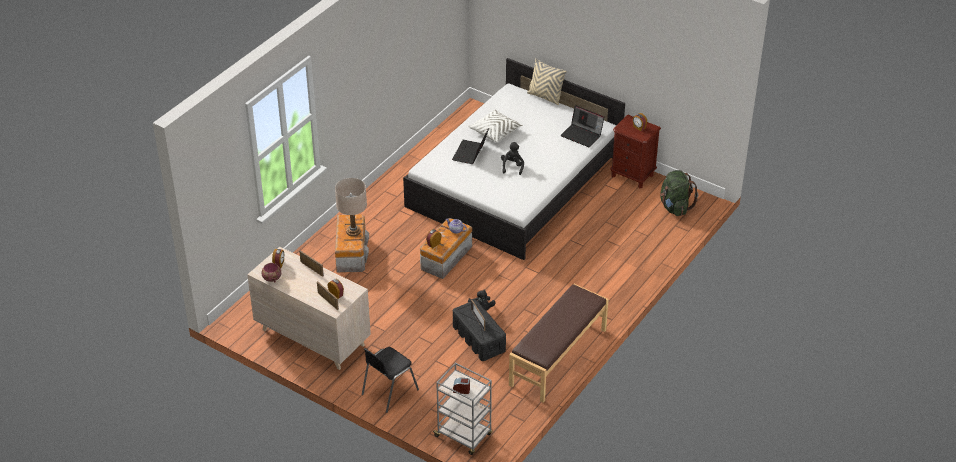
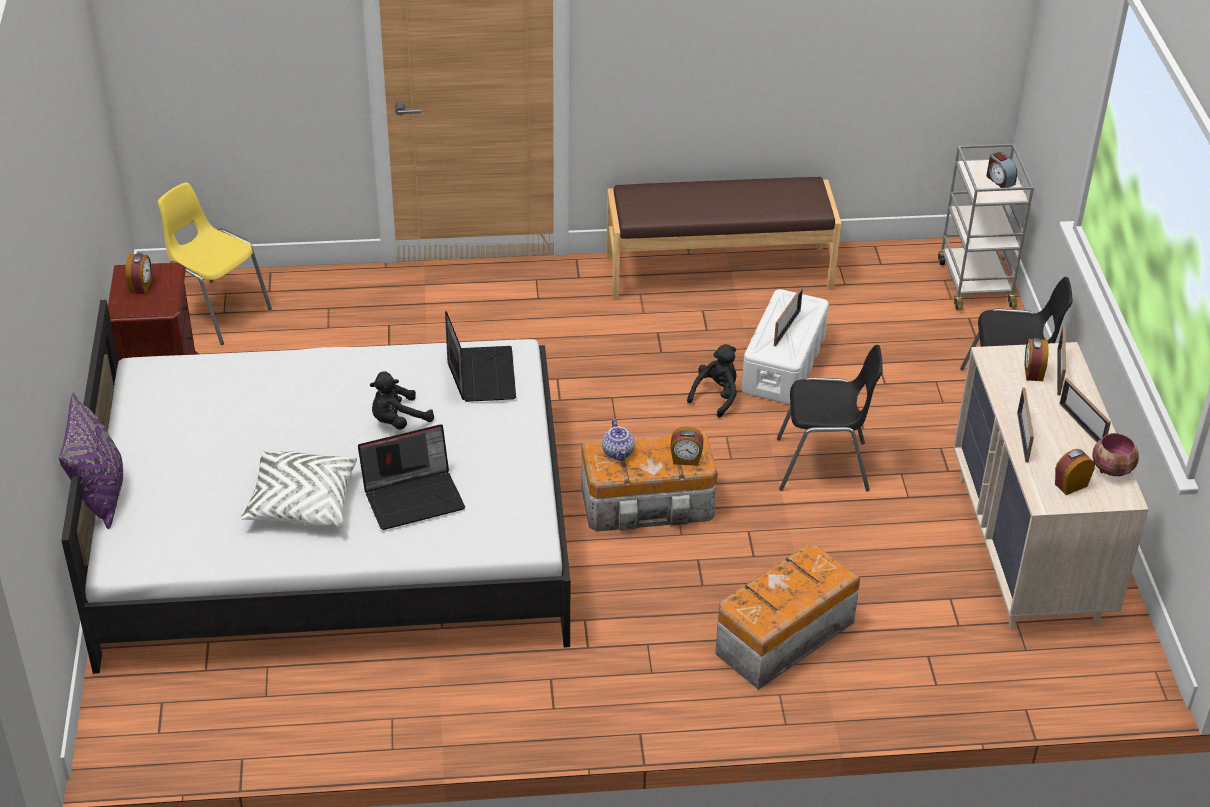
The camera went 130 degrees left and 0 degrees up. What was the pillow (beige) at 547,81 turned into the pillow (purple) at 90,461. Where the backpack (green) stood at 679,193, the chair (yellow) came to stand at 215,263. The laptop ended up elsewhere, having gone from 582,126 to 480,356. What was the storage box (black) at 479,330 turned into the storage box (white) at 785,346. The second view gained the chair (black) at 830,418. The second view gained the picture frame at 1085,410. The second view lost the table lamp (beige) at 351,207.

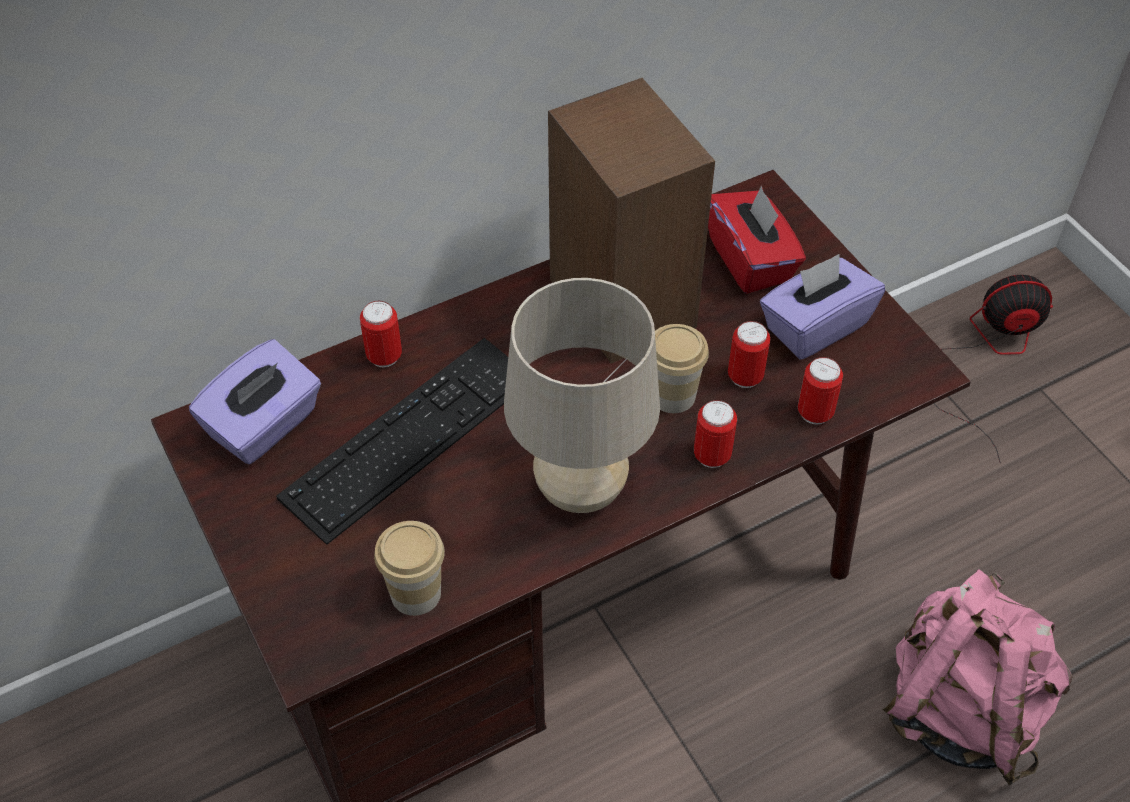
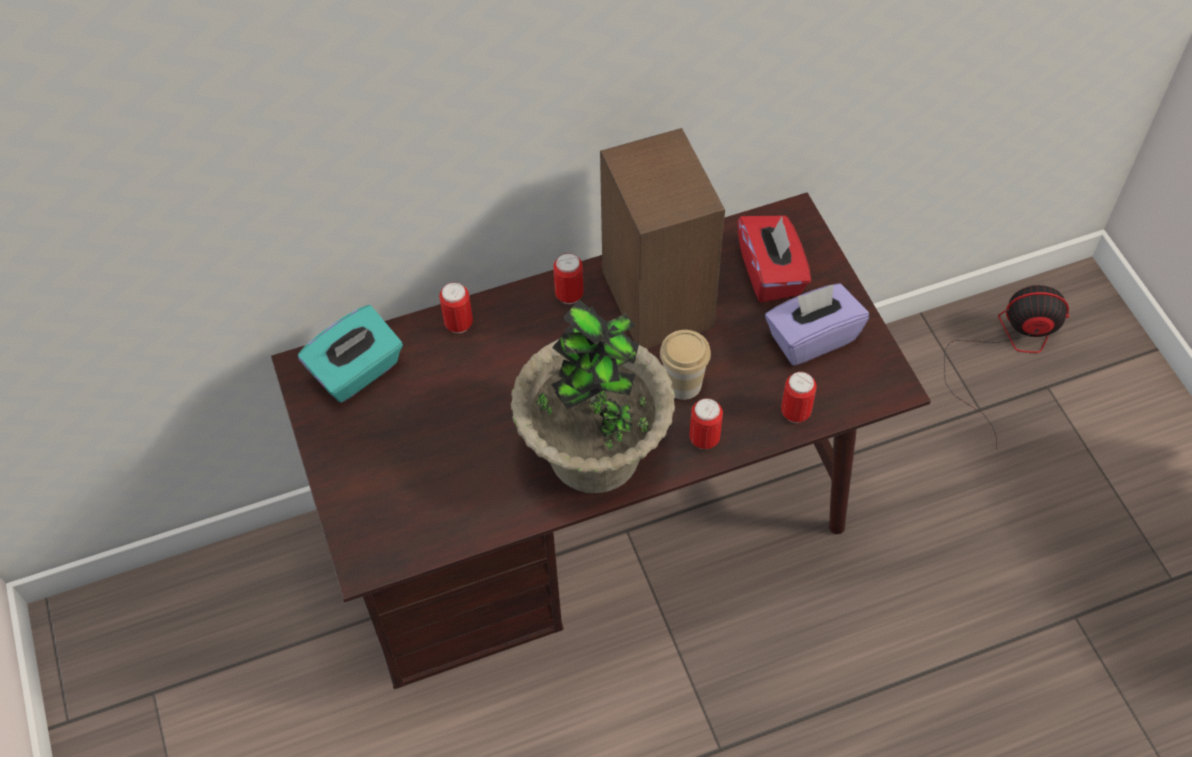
The camera went 10 degrees right and 5 degrees up. What was the tissue box (purple) at 255,401 turned into the tissue box (turquoise) at 350,353. Where the table lamp (beige) stood at 582,395, the potted plant came to stand at 593,396. The can ended up elsewhere, having gone from 749,354 to 568,278. The second view lost the keyboard at 392,441. The second view lost the cup at 409,568. The second view lost the backpack (pink) at 978,677.

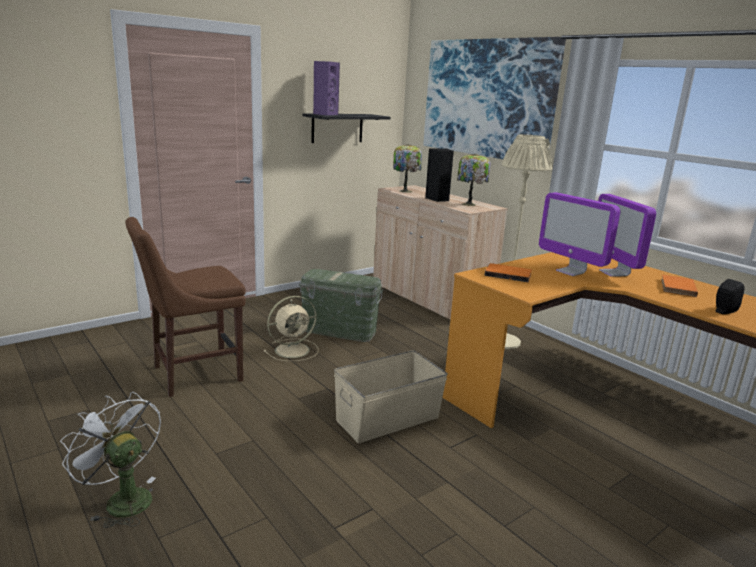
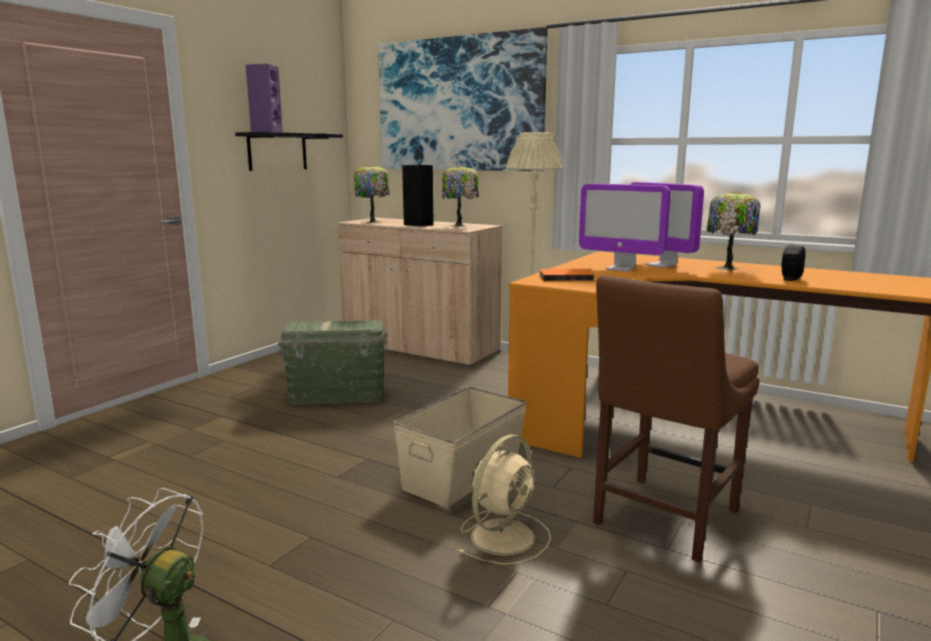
The camera went 20 degrees left and 5 degrees down. The fan (beige) ended up elsewhere, having gone from 291,329 to 504,499. The chair (brown) ended up elsewhere, having gone from 185,307 to 676,419. Where the book (orange) stood at 679,286, the table lamp came to stand at 733,230.

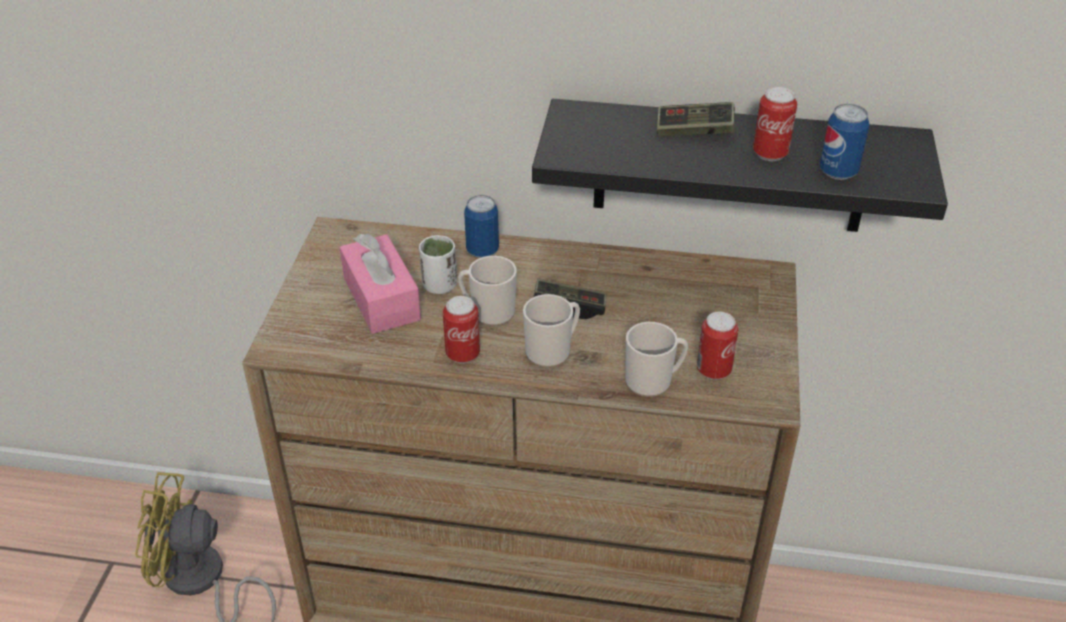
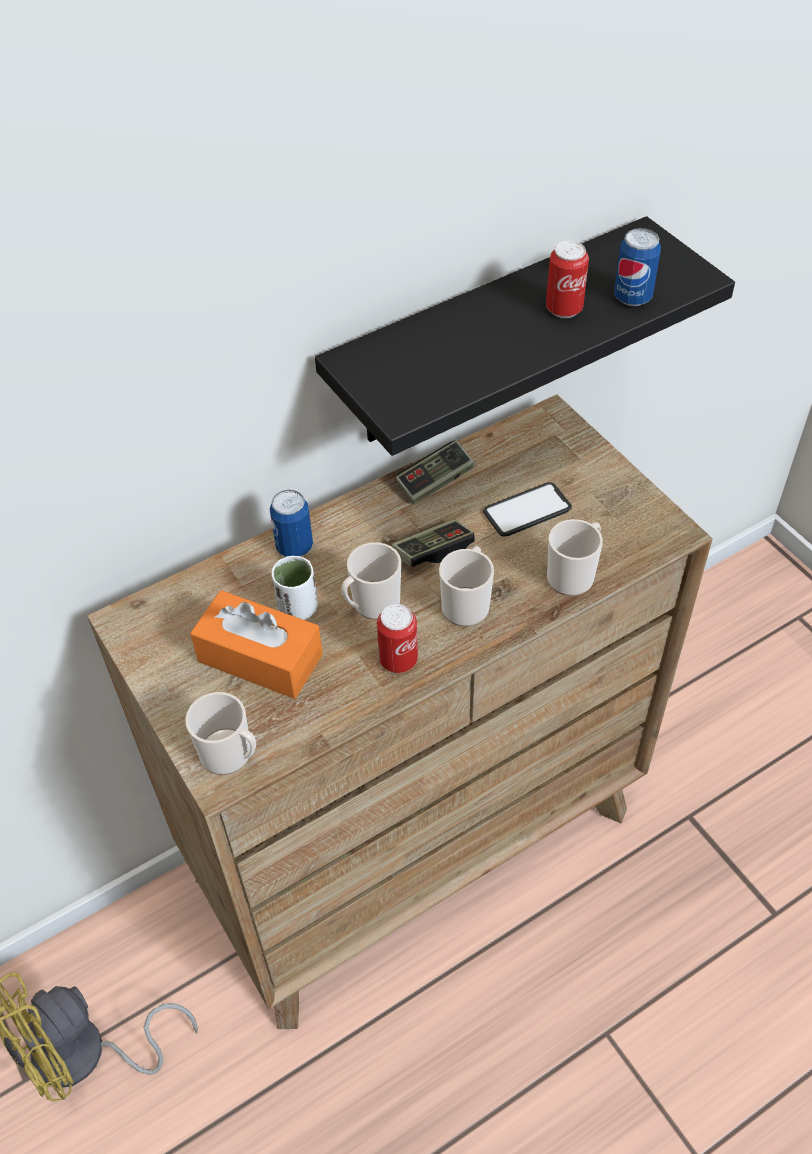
The camera went 40 degrees left and 10 degrees up. The second view gained the mug at 220,733. What was the tissue box (pink) at 380,283 turned into the tissue box (orange) at 256,644. The game controller ended up elsewhere, having gone from 696,119 to 435,472. The second view gained the phone at 527,509. The second view lost the can at 717,346.

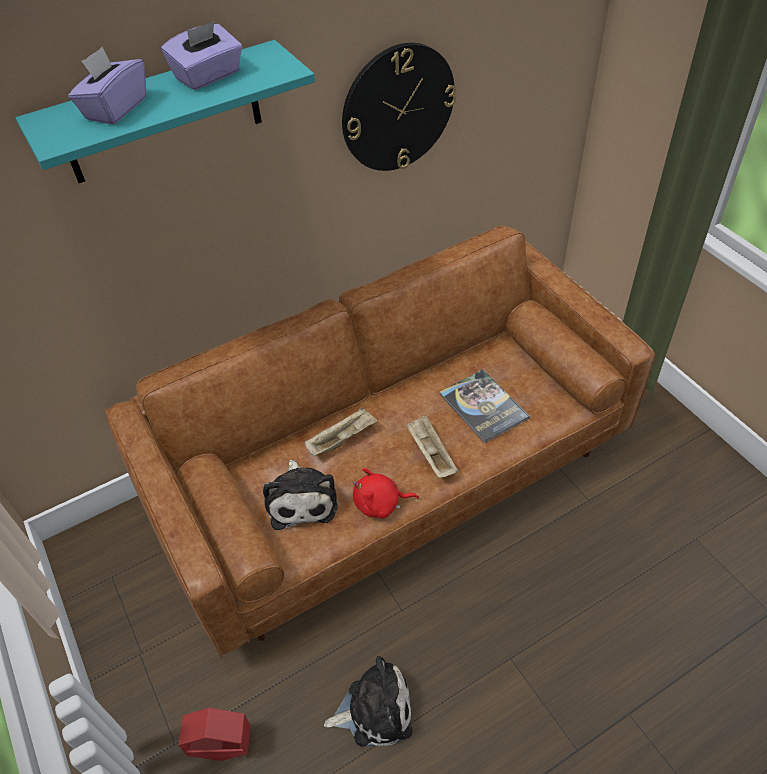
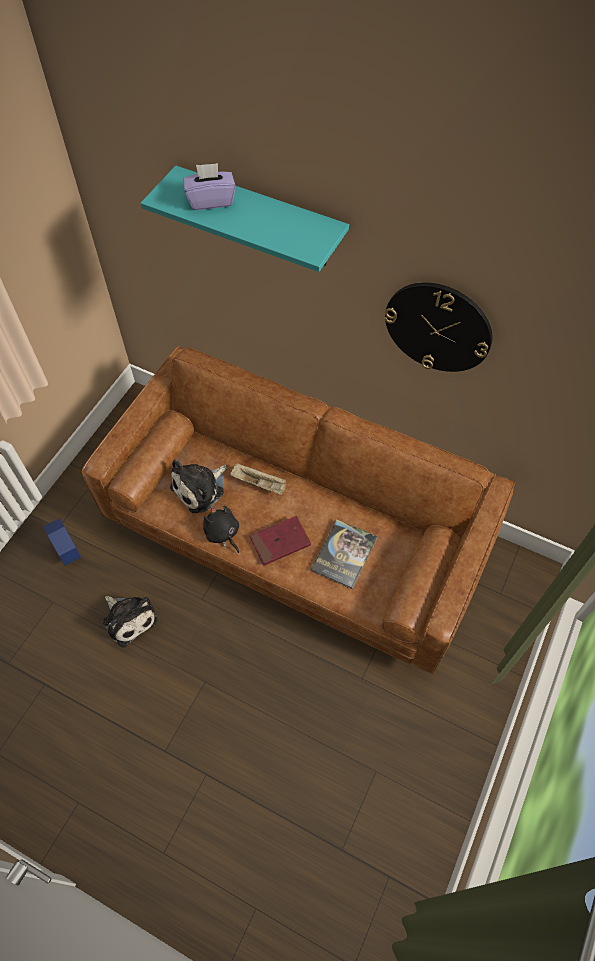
The camera went 55 degrees right and 10 degrees up. What was the planter (red) at 214,734 turned into the planter (blue) at 62,542. What was the plush toy (red) at 386,493 turned into the plush toy (black) at 221,529. Where the tray (beige) stood at 432,446, the book (red) came to stand at 280,541. The second view lost the tissue box (purple) at 201,55.

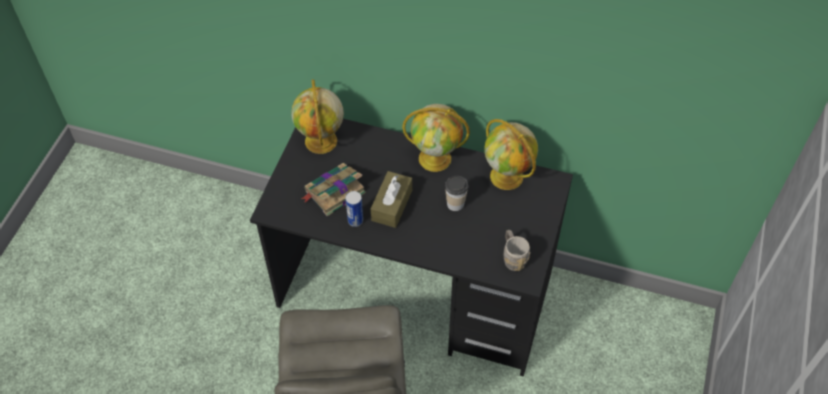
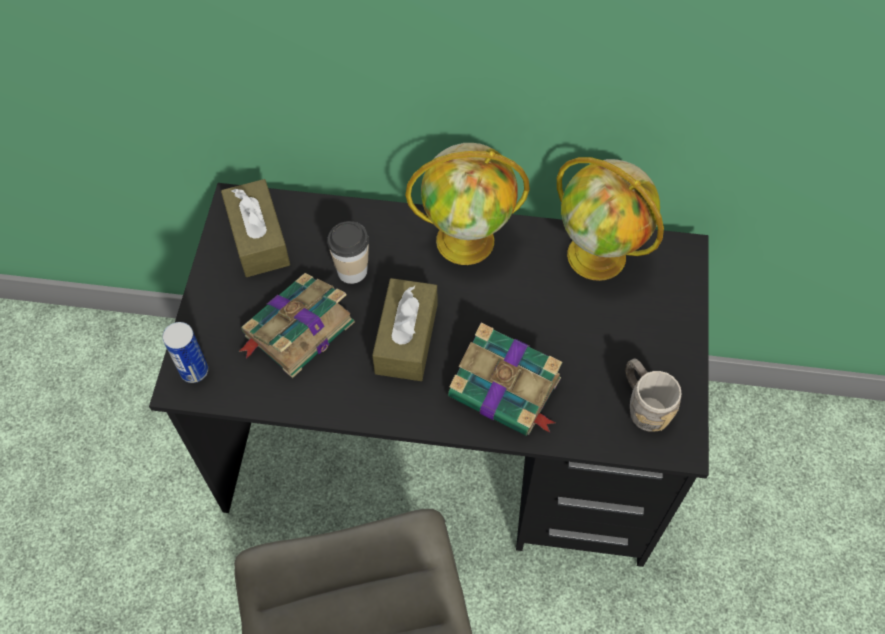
The camera went 10 degrees left and 5 degrees up. The can ended up elsewhere, having gone from 354,209 to 185,352. Where the globe stood at 317,116, the tissue box (brown) came to stand at 255,228. The cup ended up elsewhere, having gone from 456,193 to 348,252. The second view gained the book at 505,379.

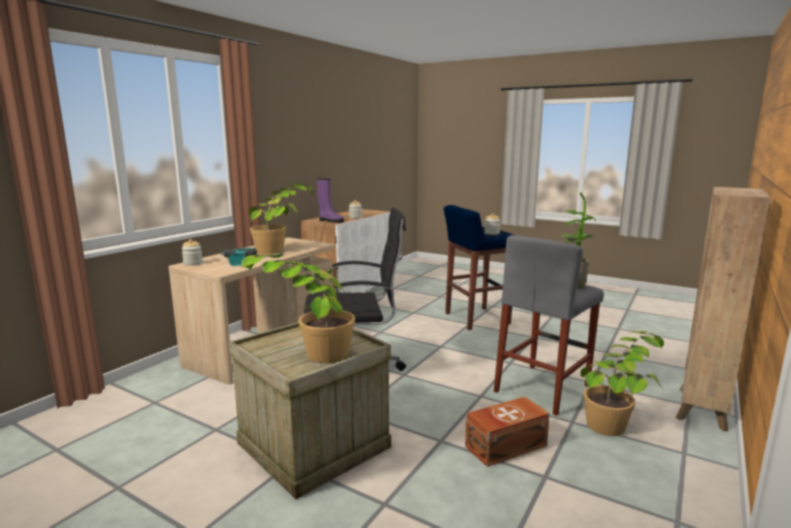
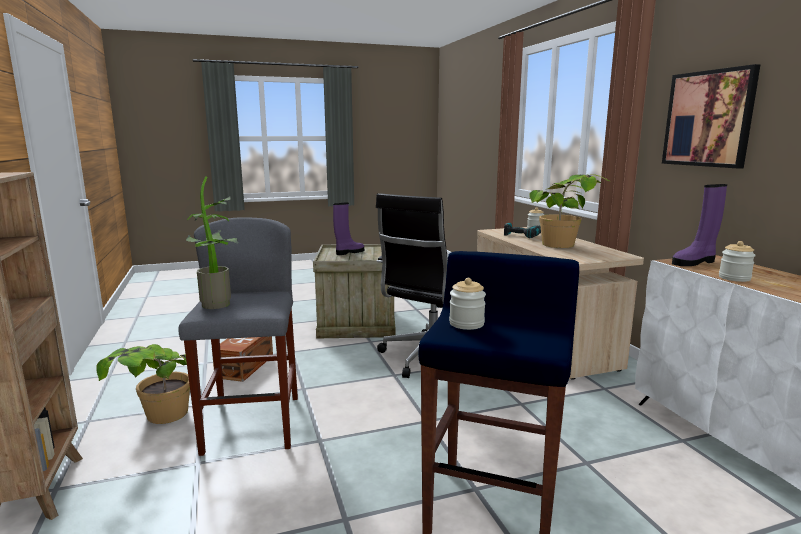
The camera went 130 degrees right and 0 degrees up. Where the potted plant stood at 298,308, the boot (purple) came to stand at 348,229. The second view gained the picture at 711,116.

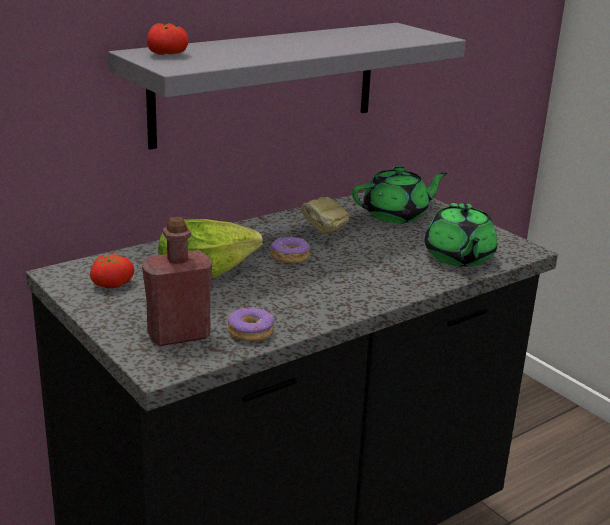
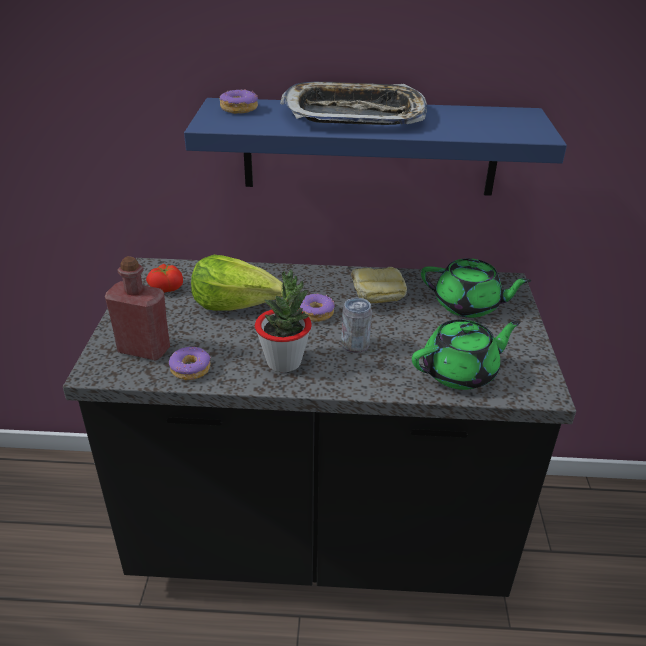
The camera went 40 degrees right and 10 degrees up. What was the shelf (grey) at 287,86 turned into the shelf (blue) at 375,147. Where the tomato stood at 167,39, the donut came to stand at 239,101. The second view gained the potted plant at 283,321. The second view gained the tray at 353,103. The second view gained the can at 356,325. The teapot (green) at 461,235 ended up facing another way, 150 degrees counterclockwise from before.

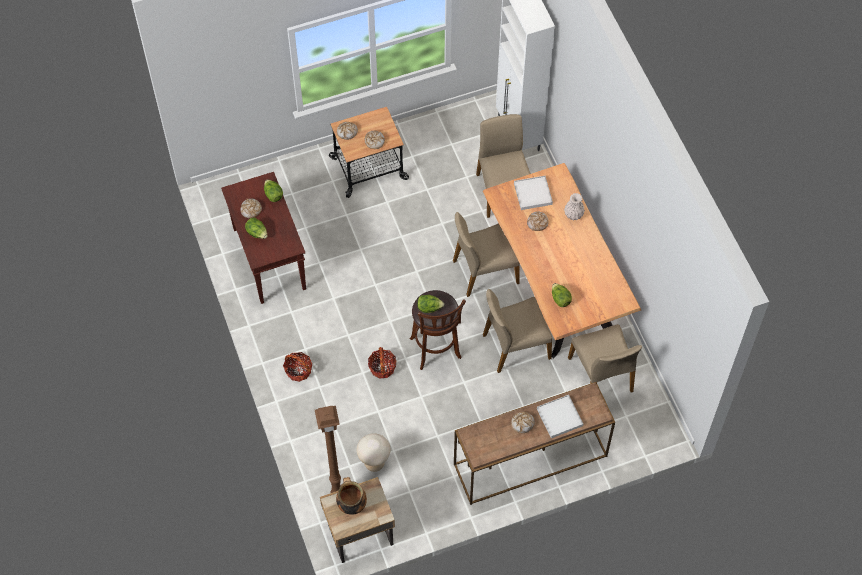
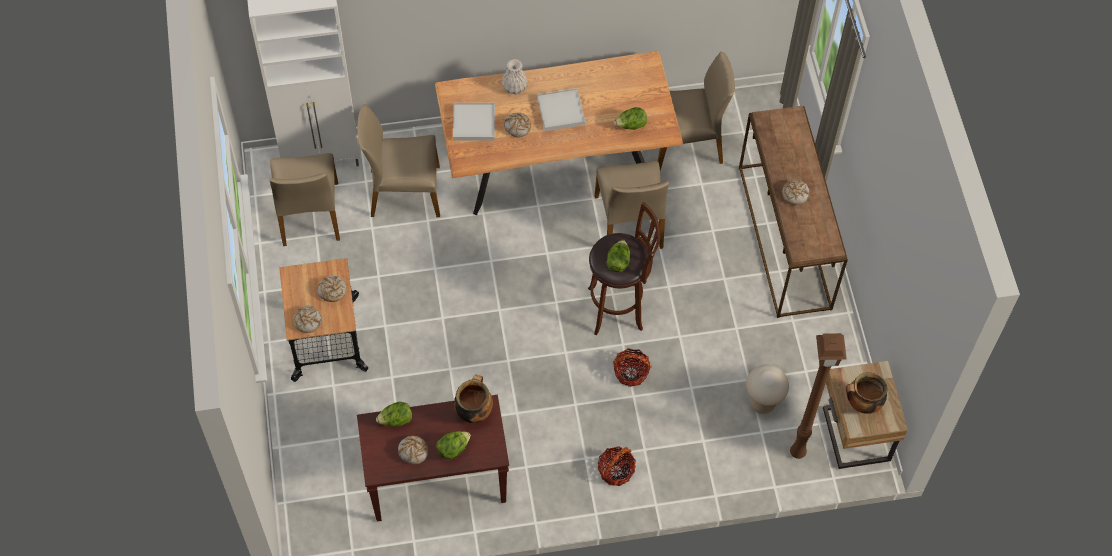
The camera went 80 degrees left and 0 degrees up. The chair (beige) ended up elsewhere, having gone from 486,254 to 304,199. The second view gained the cooking pot at 473,398. The tray (white) ended up elsewhere, having gone from 560,416 to 561,109.

